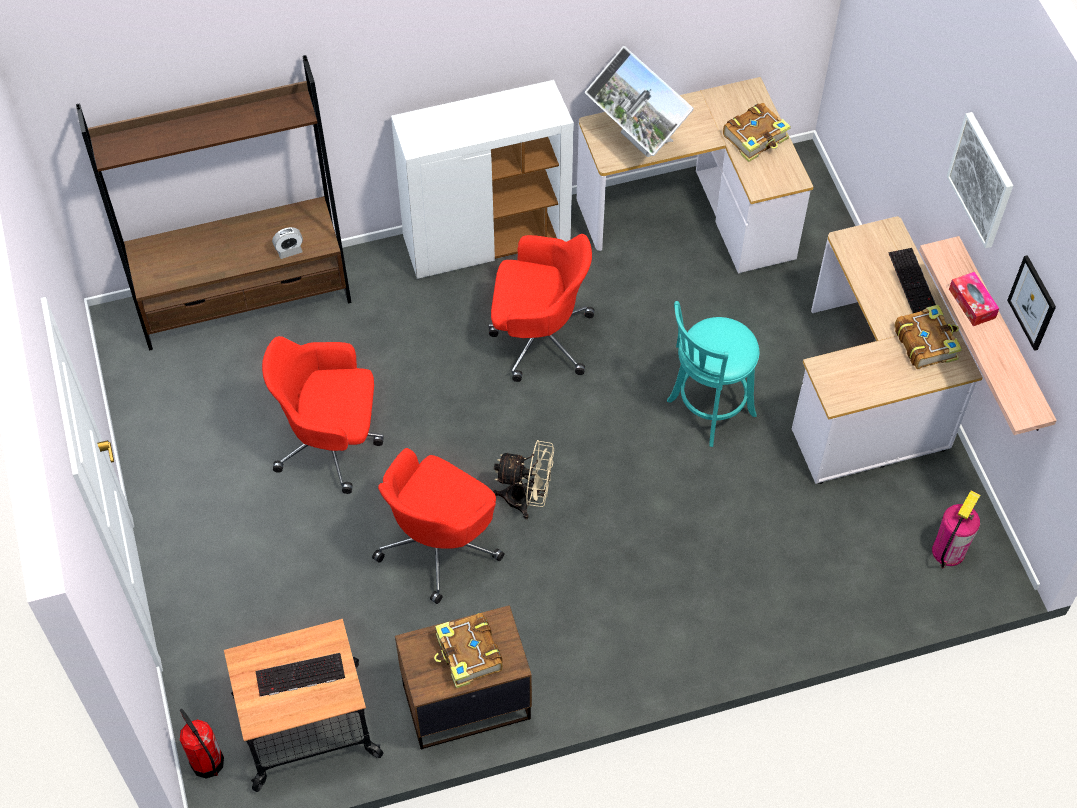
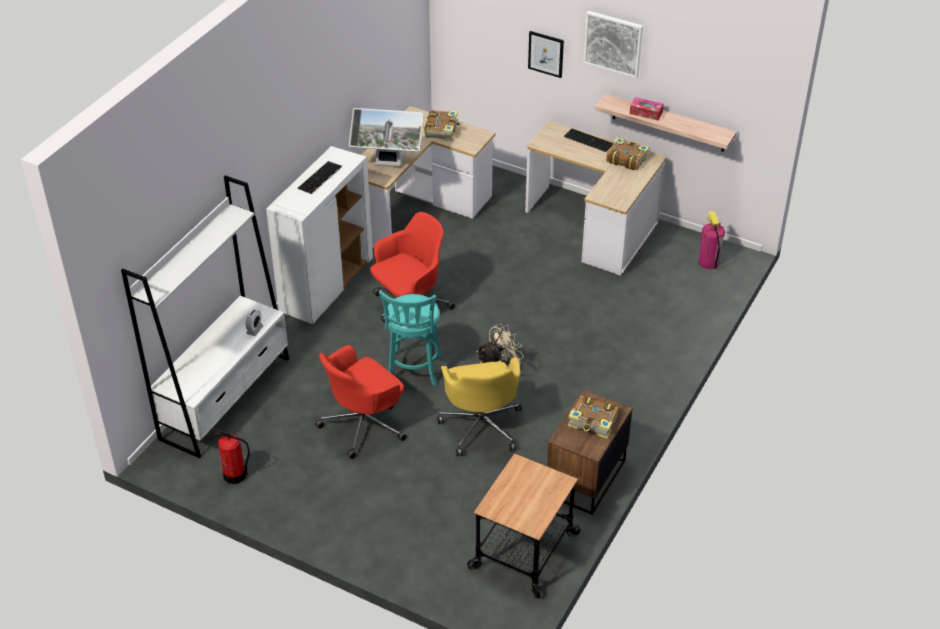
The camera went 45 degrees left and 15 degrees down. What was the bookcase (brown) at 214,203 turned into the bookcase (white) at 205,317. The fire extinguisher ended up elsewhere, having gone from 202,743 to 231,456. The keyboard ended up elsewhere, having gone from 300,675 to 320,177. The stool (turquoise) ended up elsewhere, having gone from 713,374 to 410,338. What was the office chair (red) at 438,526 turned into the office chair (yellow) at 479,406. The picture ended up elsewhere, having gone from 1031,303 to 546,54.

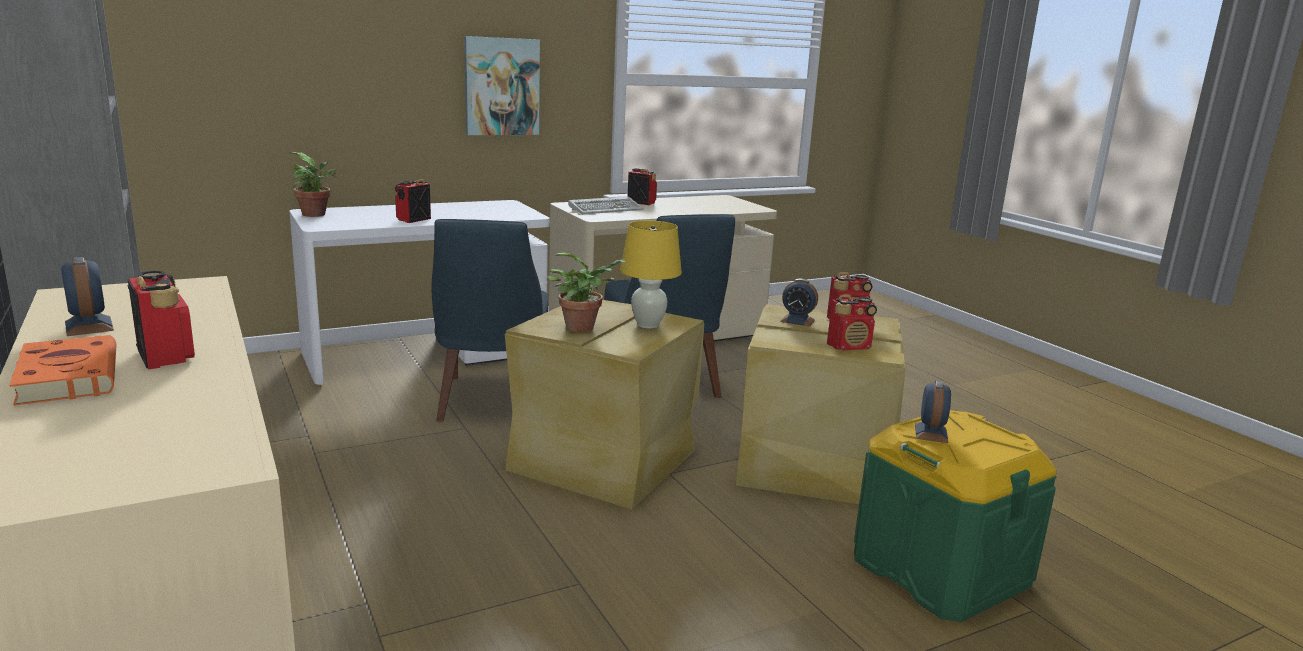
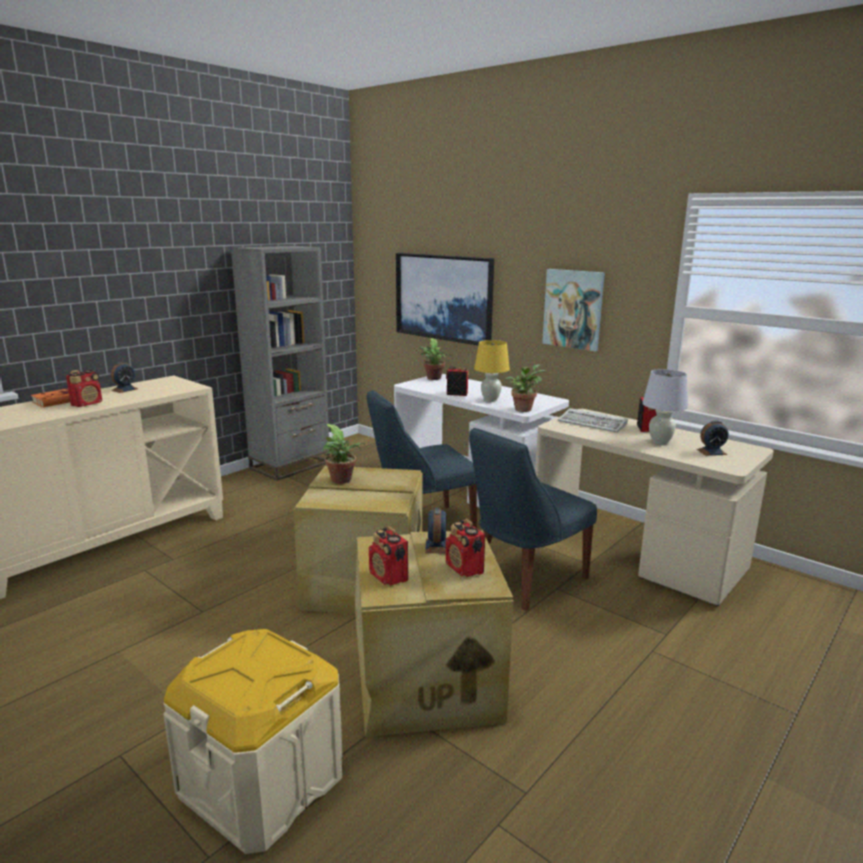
The camera went 70 degrees right and 0 degrees up. What was the storage box (green) at 955,516 turned into the storage box (beige) at 253,741. The second view gained the picture at 445,299. The table lamp (yellow) ended up elsewhere, having gone from 651,275 to 492,371. The second view gained the potted plant at 525,388. The second view gained the table lamp (white) at 665,407. The alarm clock ended up elsewhere, having gone from 933,412 to 713,438.

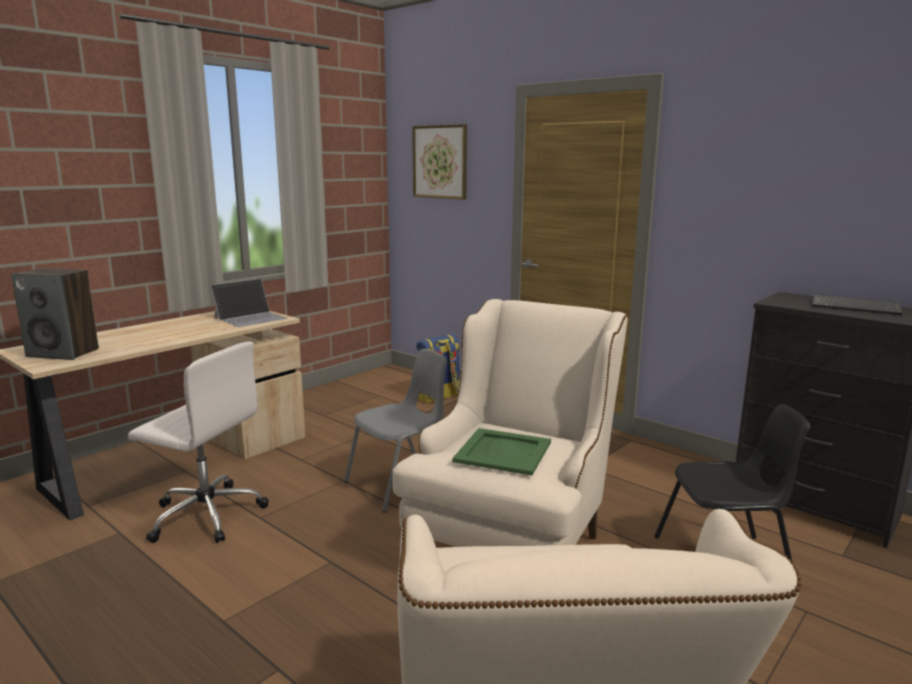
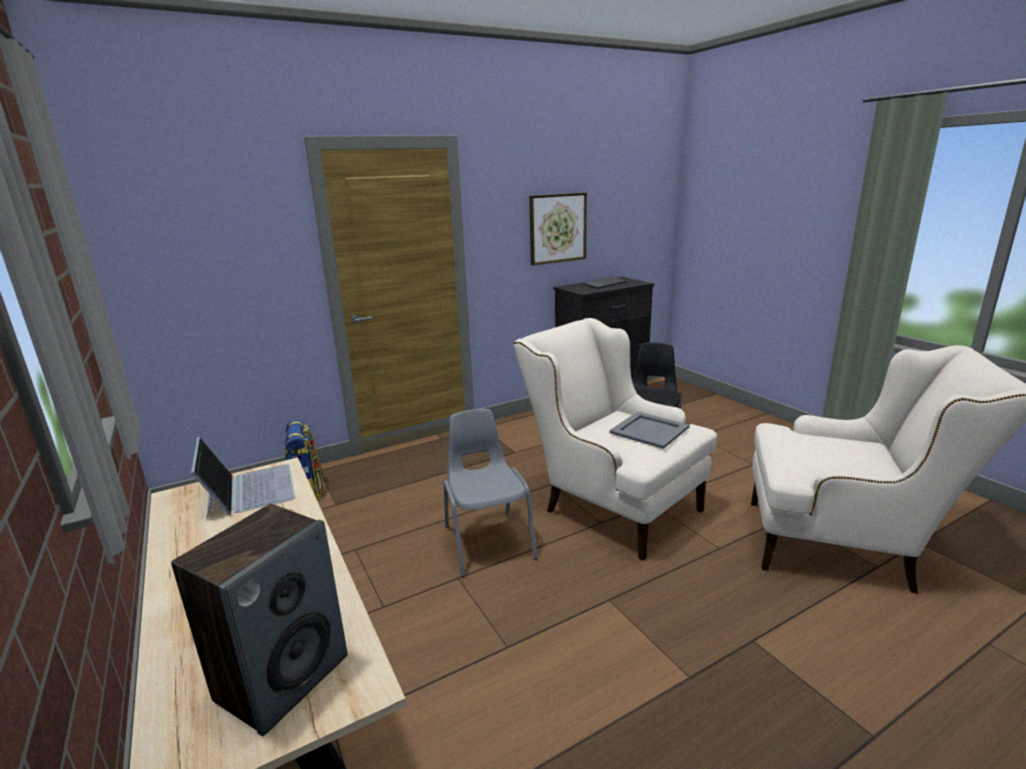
The camera went 70 degrees left and 5 degrees up. The picture ended up elsewhere, having gone from 439,162 to 558,229. What was the tray (green) at 501,452 turned into the tray (grey) at 649,430. The second view lost the office chair (white) at 198,442.

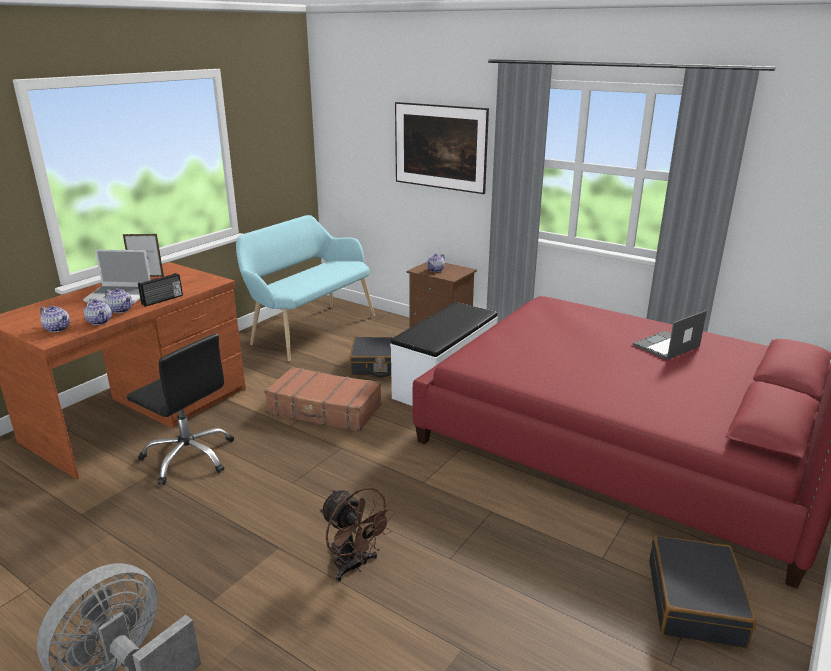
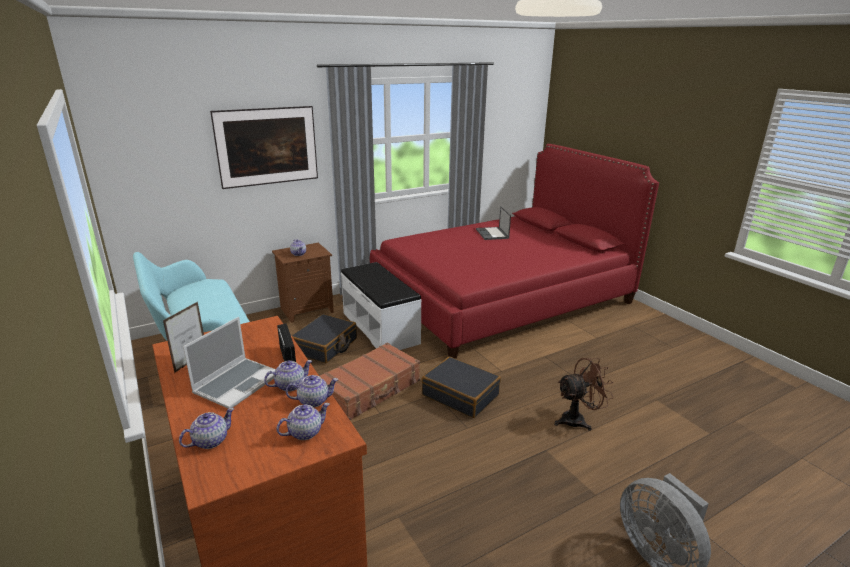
The camera went 65 degrees left and 0 degrees up. The second view gained the teapot at 206,428. The suitcase (black) ended up elsewhere, having gone from 702,592 to 461,387. The second view lost the office chair (black) at 180,409.

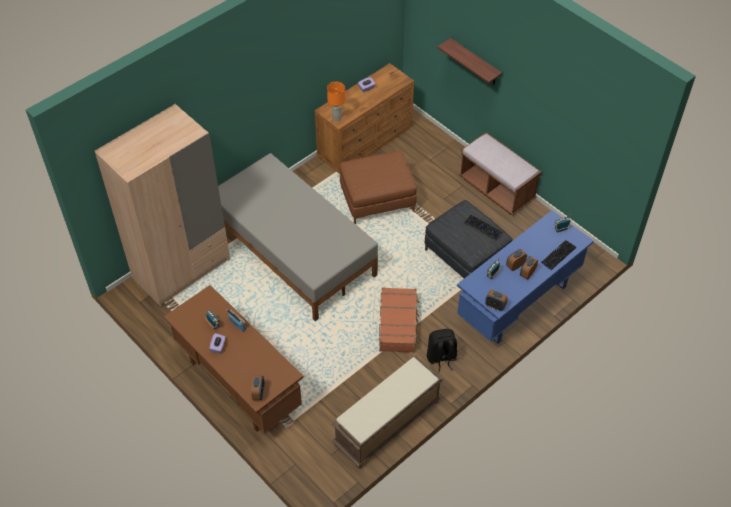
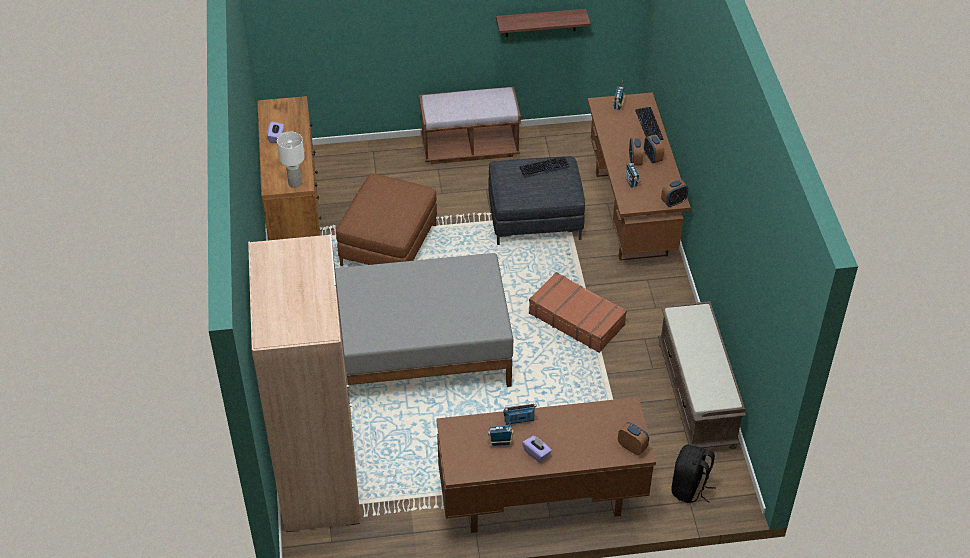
The camera went 55 degrees left and 5 degrees down. What was the table lamp (orange) at 336,101 turned into the table lamp (white) at 291,159. The shelf ended up elsewhere, having gone from 470,61 to 543,23. What was the desk (blue) at 525,277 turned into the desk (brown) at 639,176. The backpack (black) ended up elsewhere, having gone from 442,350 to 693,474.

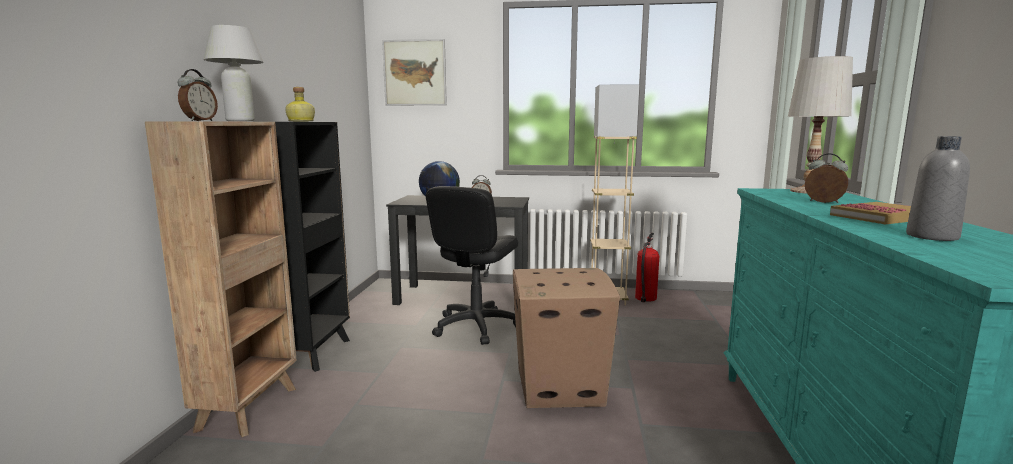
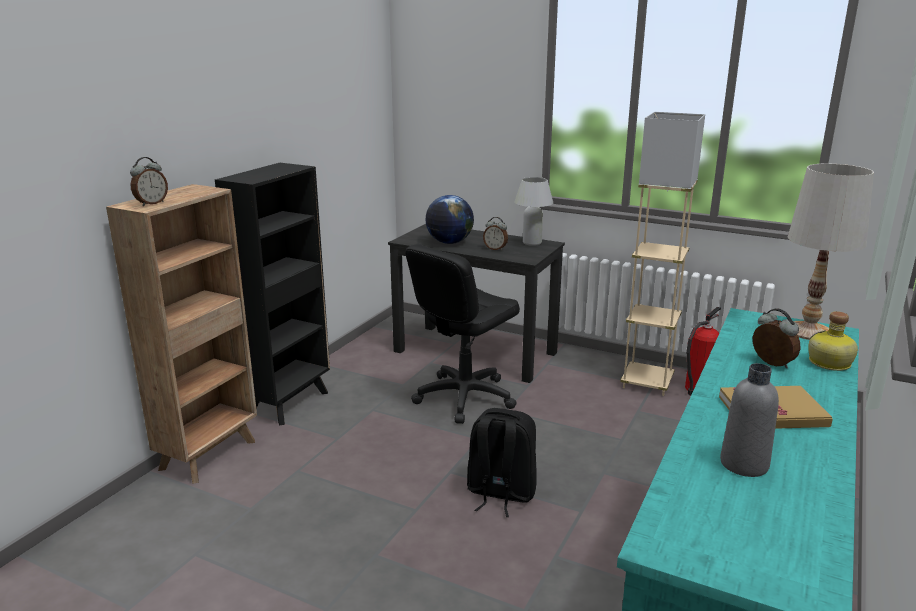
The camera went 20 degrees right and 10 degrees up. Where the cardboard box stood at 566,338, the backpack (black) came to stand at 502,462. The table lamp (white) ended up elsewhere, having gone from 234,73 to 533,211. The bottle ended up elsewhere, having gone from 300,104 to 833,341. The second view lost the picture at 414,72.

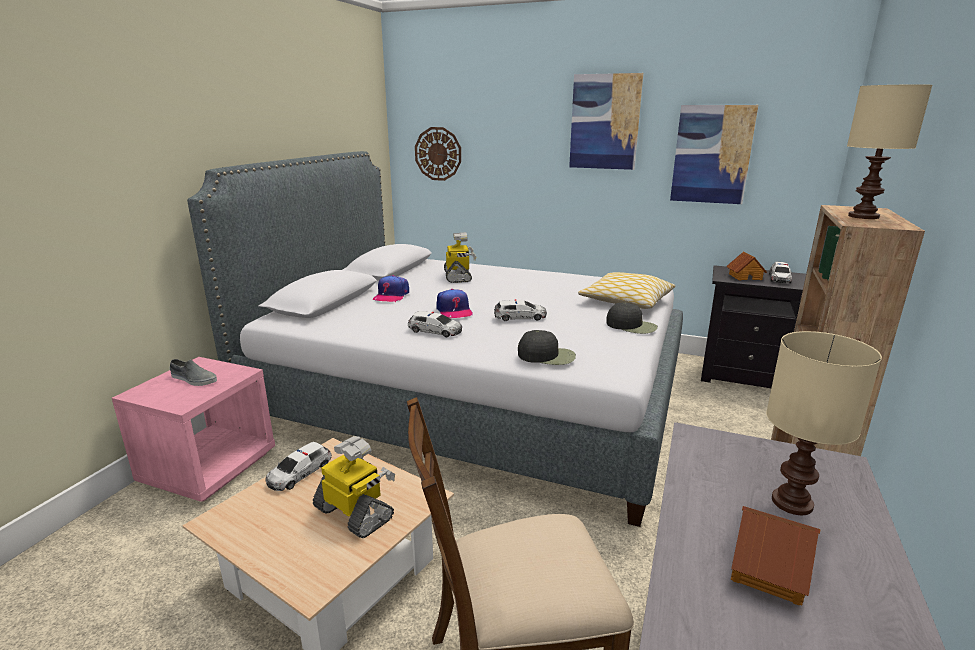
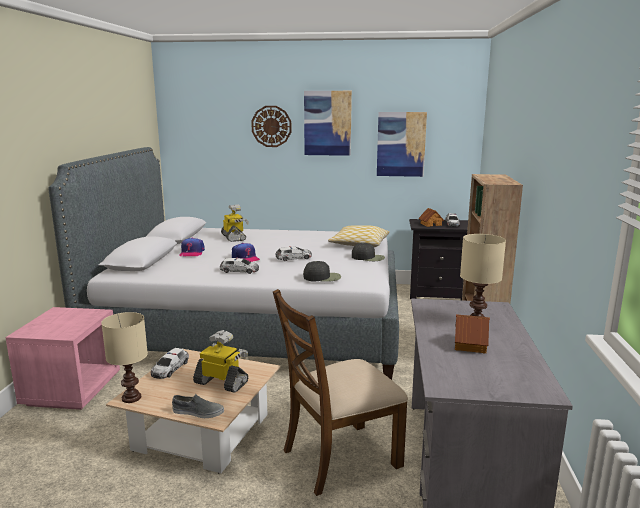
The camera went 15 degrees left and 5 degrees down. The table lamp (beige) ended up elsewhere, having gone from 889,151 to 124,357. The shoe (grey) ended up elsewhere, having gone from 193,372 to 198,406. The wall clock ended up elsewhere, having gone from 438,154 to 271,126.

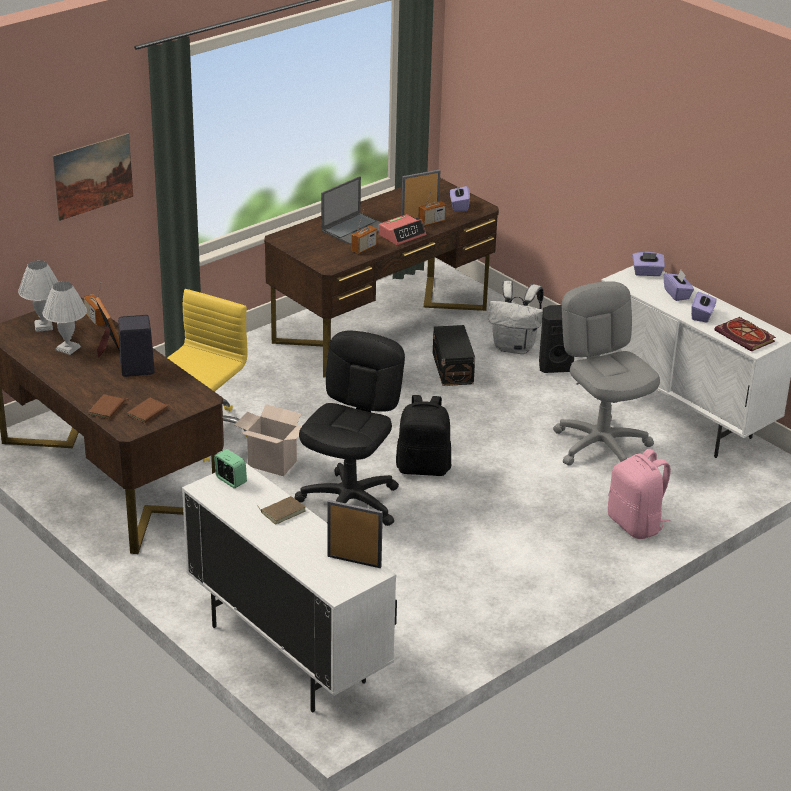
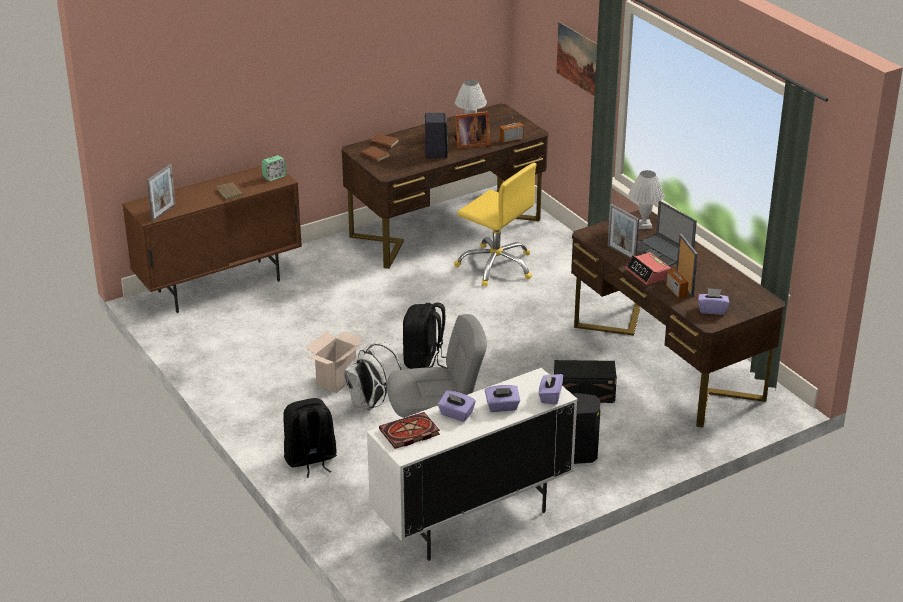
The camera went 100 degrees right and 0 degrees up. What was the cabinet (white) at 289,587 turned into the cabinet (brown) at 212,239. What was the backpack (pink) at 639,494 turned into the backpack (black) at 310,438. The cardboard box ended up elsewhere, having gone from 268,440 to 334,362. The backpack (white) ended up elsewhere, having gone from 516,317 to 372,376. Where the radio stood at 364,231, the picture frame came to stand at 623,231. The table lamp (white) ended up elsewhere, having gone from 38,296 to 646,199. The second view lost the office chair (black) at 349,428.

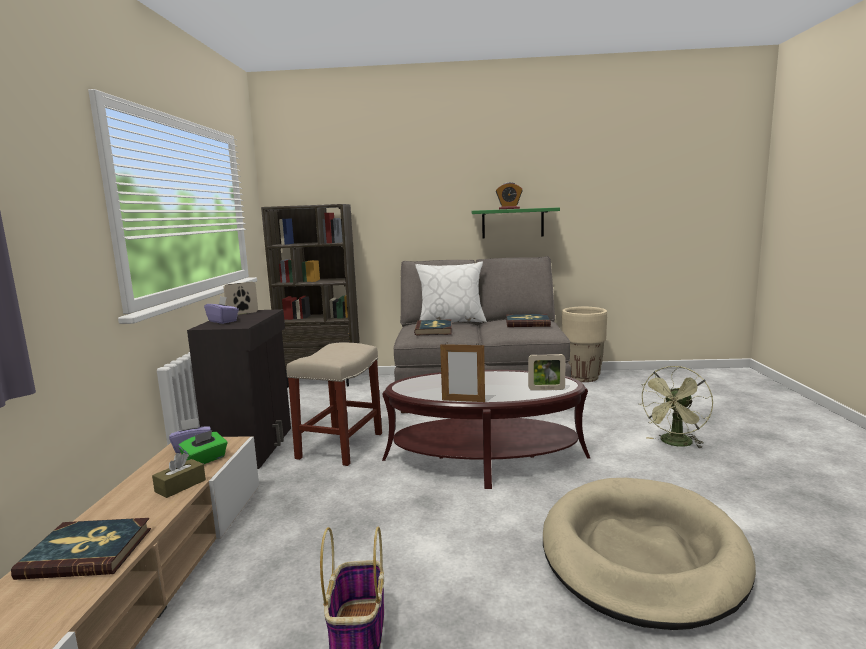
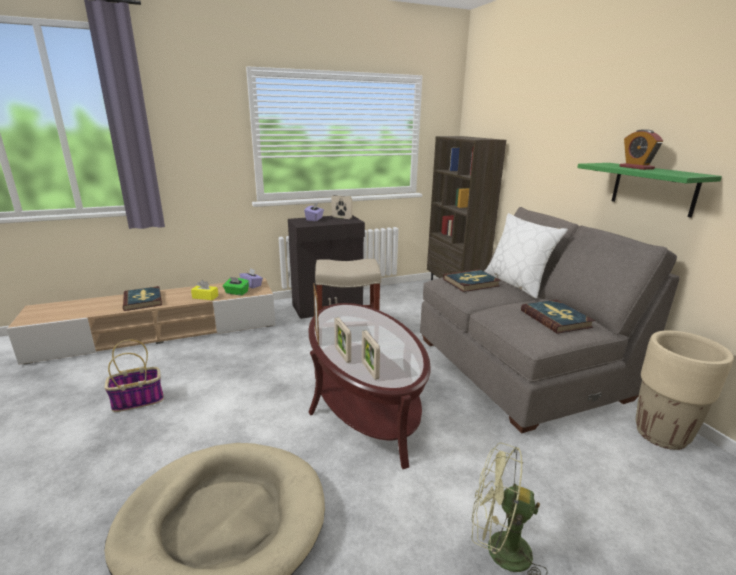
The camera went 65 degrees right and 10 degrees up. What was the tissue box (brown) at 179,475 turned into the tissue box (yellow) at 205,290. The second view gained the picture frame at 342,340.

